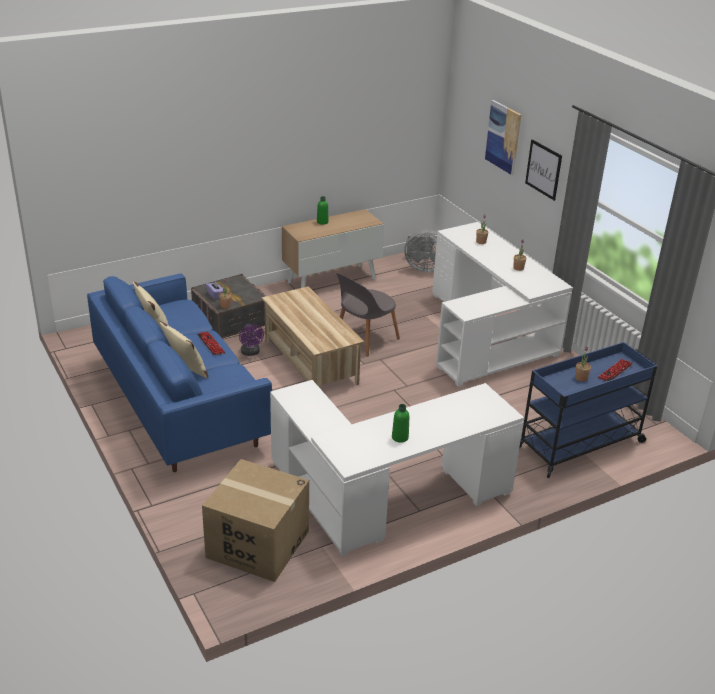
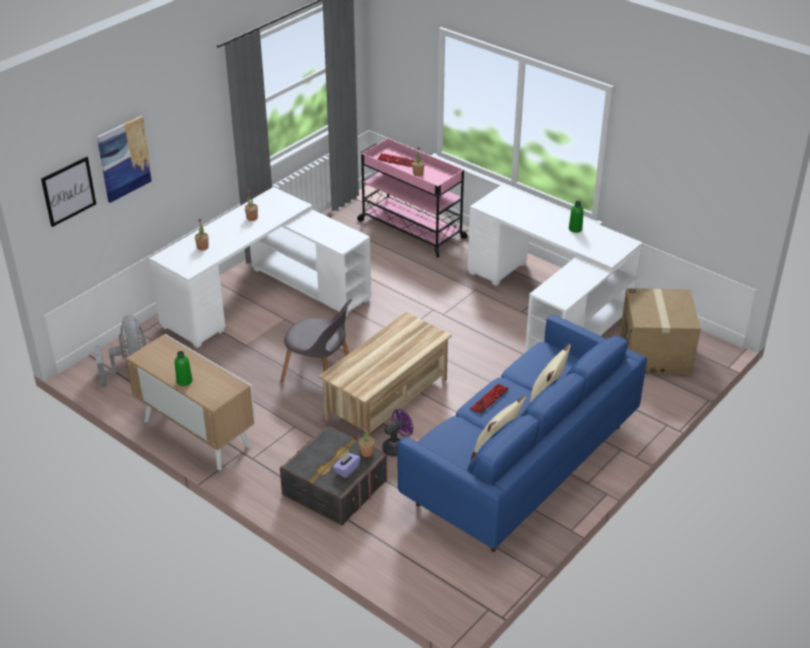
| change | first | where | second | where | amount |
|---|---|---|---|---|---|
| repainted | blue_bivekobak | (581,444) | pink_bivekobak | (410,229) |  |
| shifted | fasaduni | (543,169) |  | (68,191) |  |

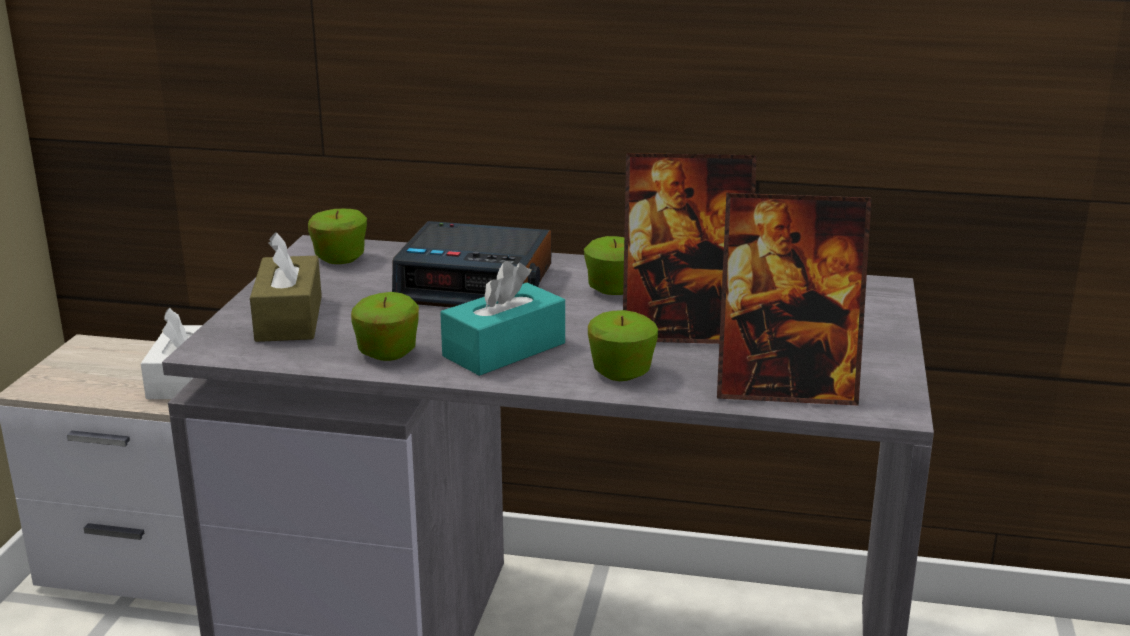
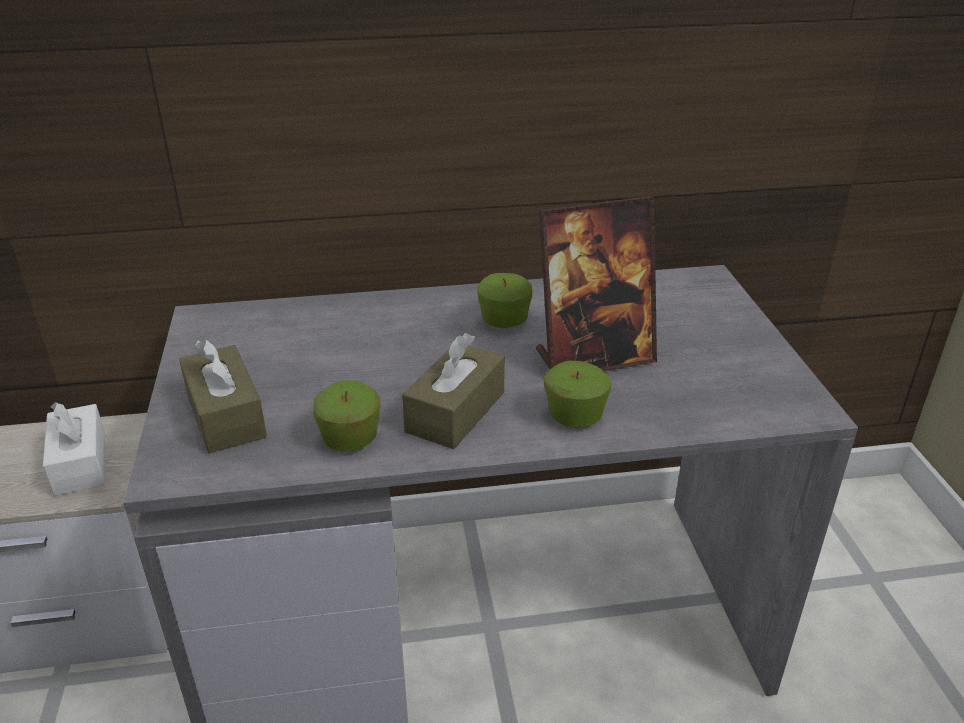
| change | first | where | second | where | amount |
|---|---|---|---|---|---|
| gone | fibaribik | (340,259) |  |  |  |
| gone | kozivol | (477,284) |  |  |  |
| repainted | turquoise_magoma | (504,350) | brown_magoma | (455,412) |  |
| gone | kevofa | (785,388) |  |  |  |

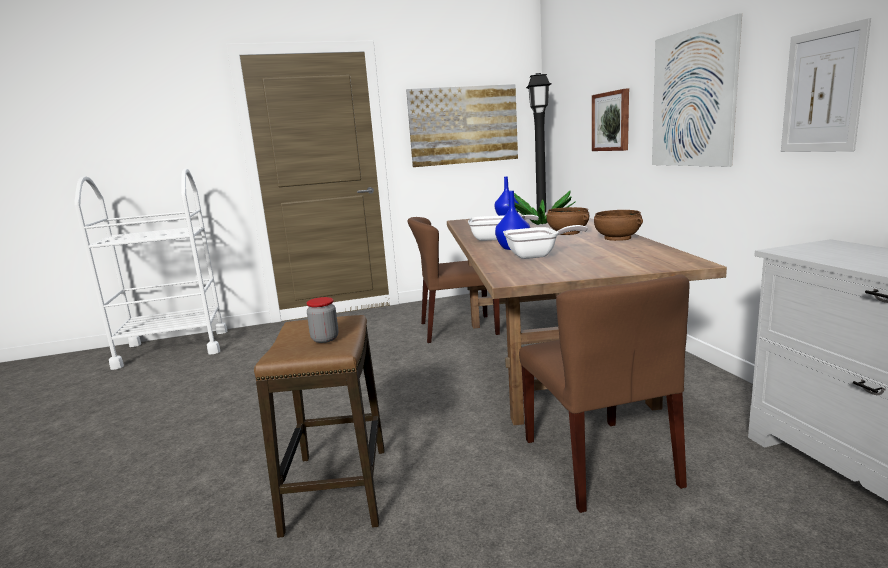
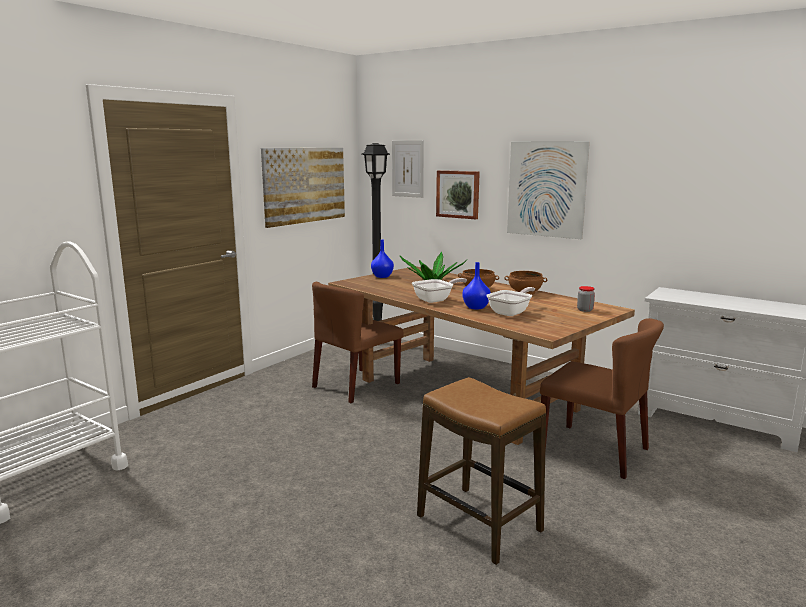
| change | first | where | second | where | amount |
|---|---|---|---|---|---|
| shifted | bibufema | (325,339) |  | (585,310) |  |
| shifted | fasaduni | (822,91) |  | (407,168) |  |

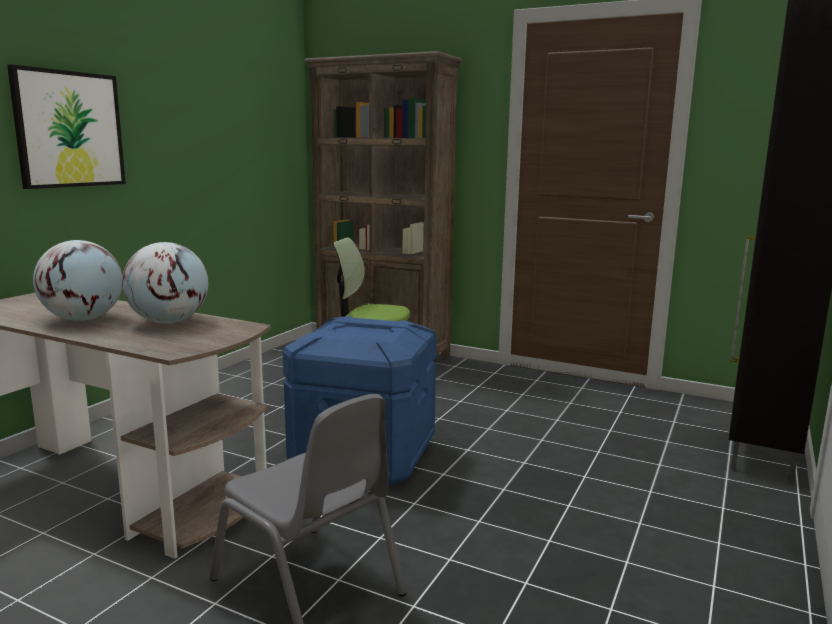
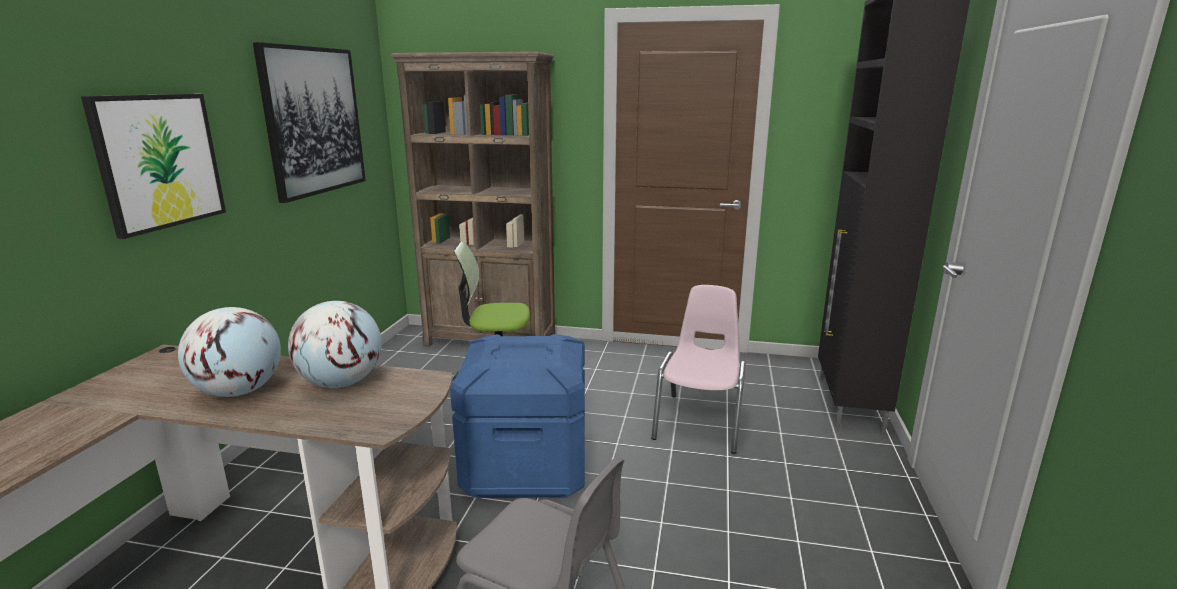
| change | first | where | second | where | amount |
|---|---|---|---|---|---|
| new |  |  | fasaduni | (313,121) |  |
| new |  |  | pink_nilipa | (700,422) |  |

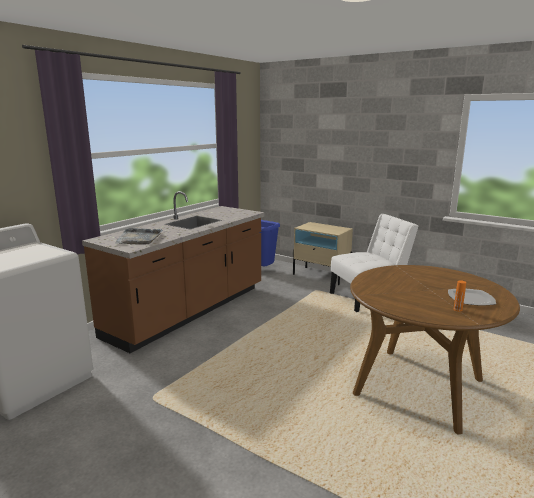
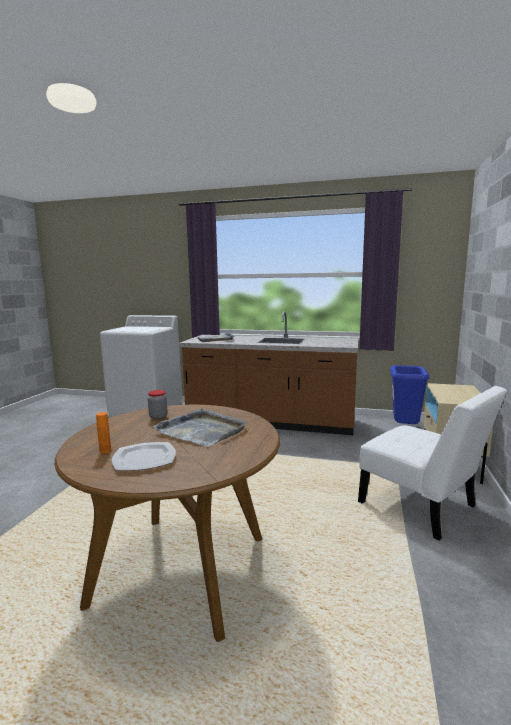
| change | first | where | second | where | amount |
|---|---|---|---|---|---|
| new |  |  | bibufema | (158,417) |  |
| new |  |  | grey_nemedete | (202,430) |  |

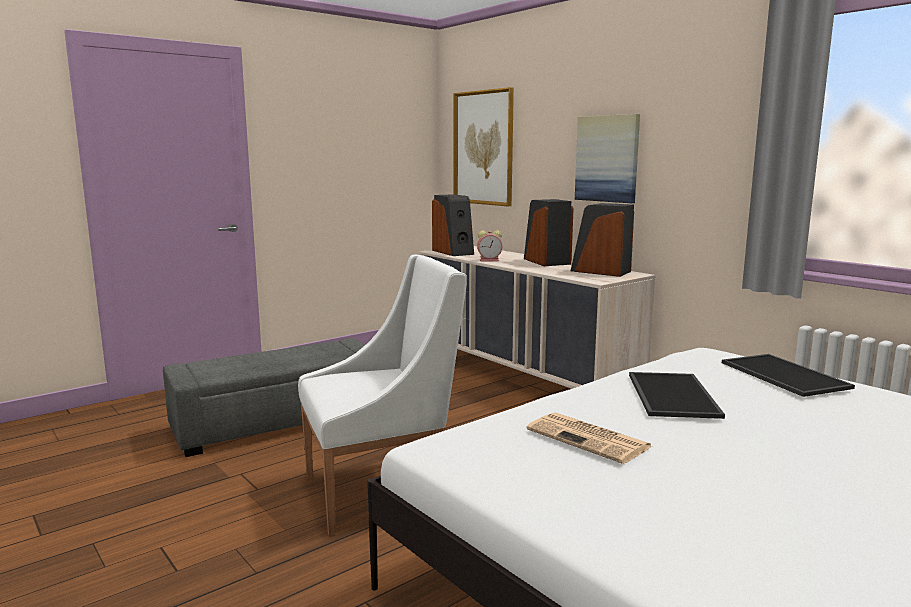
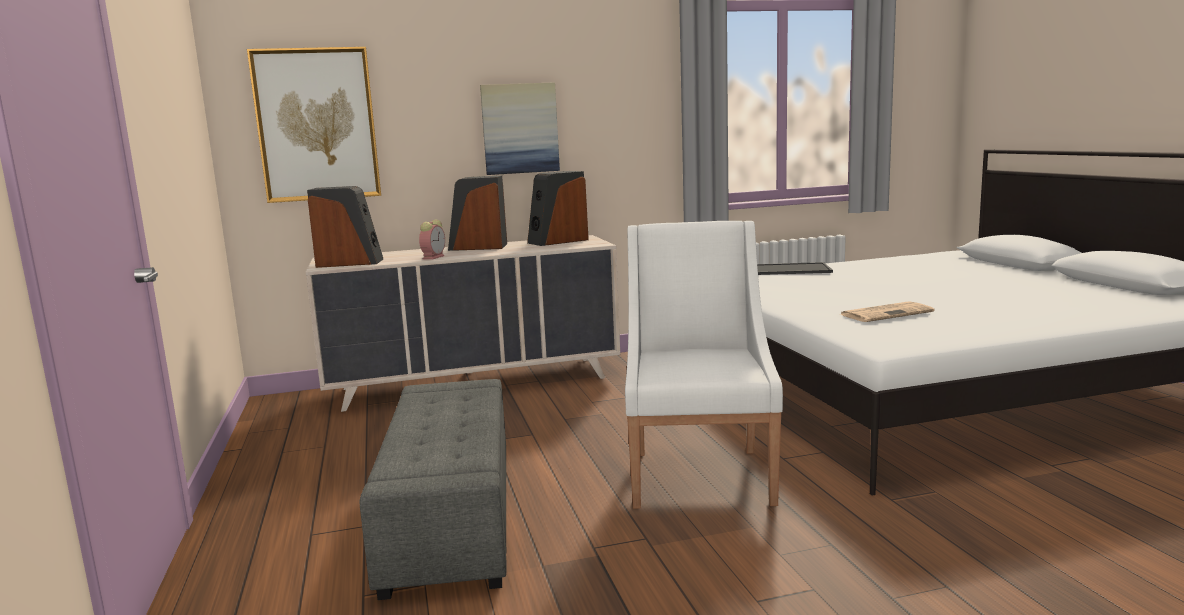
| change | first | where | second | where | amount |
|---|---|---|---|---|---|
| gone | nemedete | (670,394) |  |  |  |

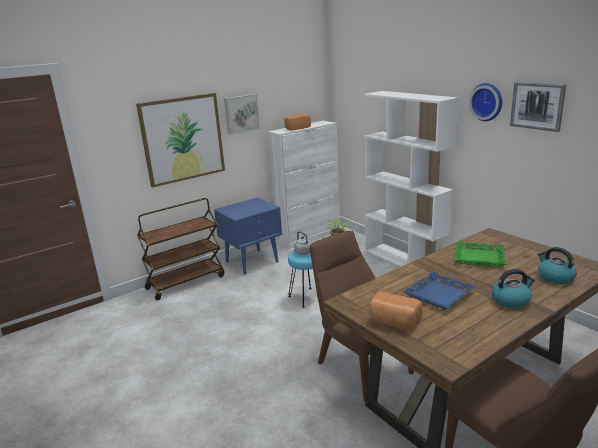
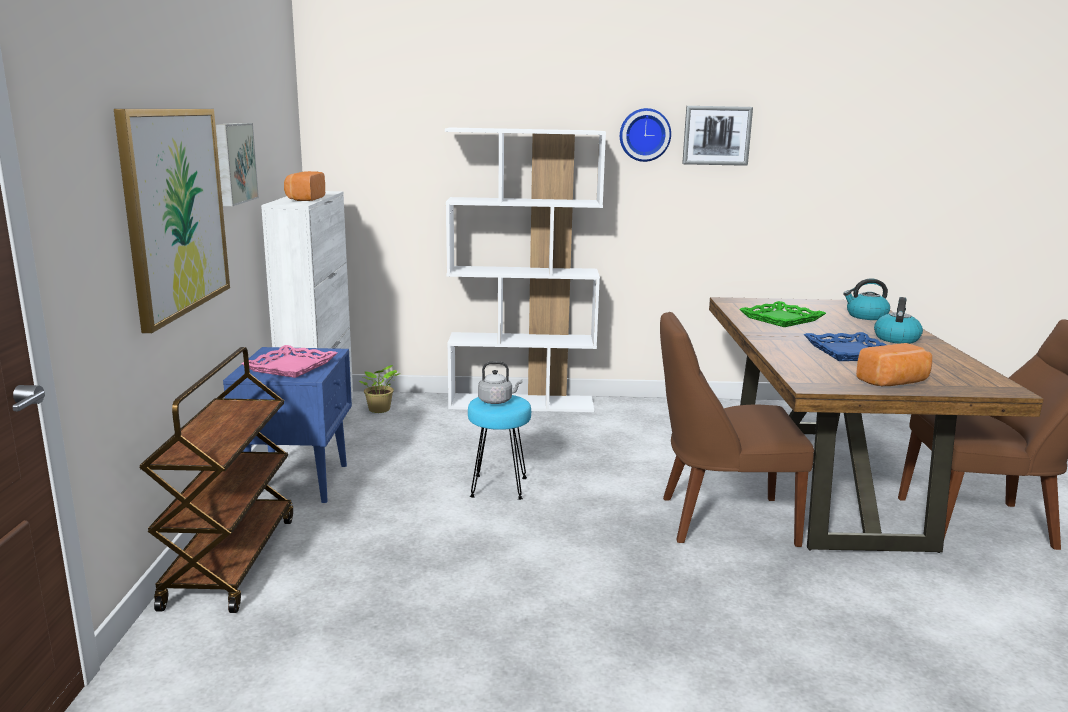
| change | first | where | second | where | amount |
|---|---|---|---|---|---|
| new |  |  | pink_nemedete | (290,366) |  |

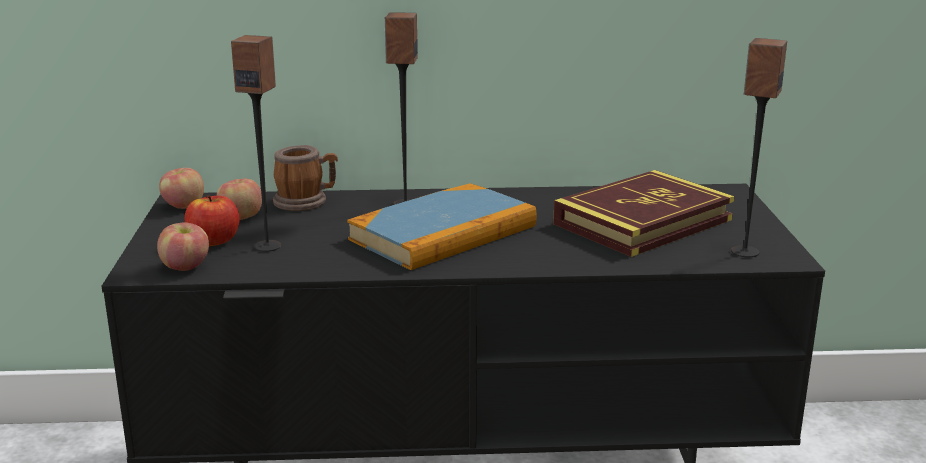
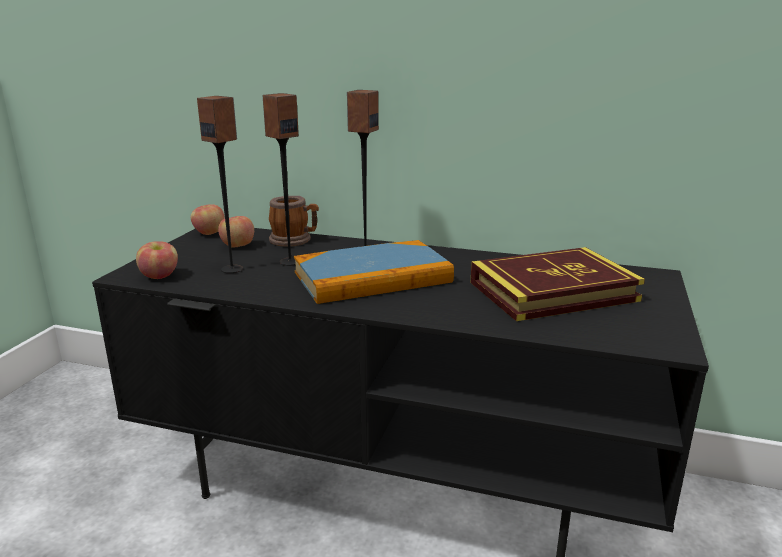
| change | first | where | second | where | amount |
|---|---|---|---|---|---|
| gone | fibaribik | (214,241) |  |  |  |
| shifted | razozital | (744,252) |  | (289,261) |  |

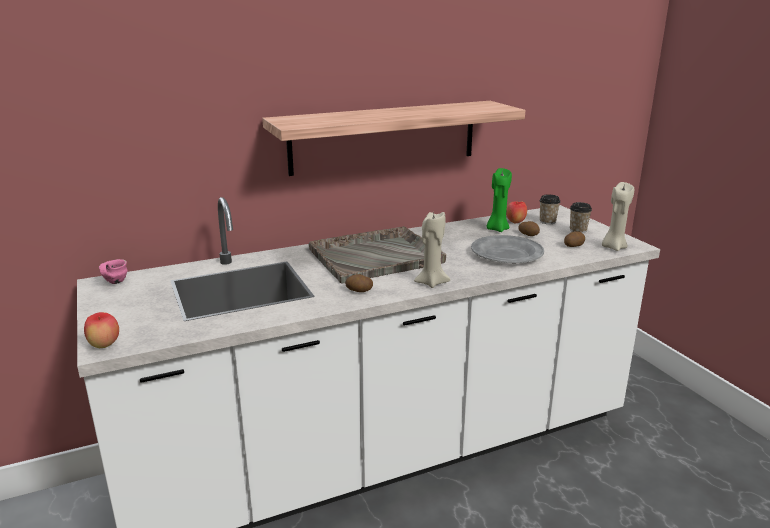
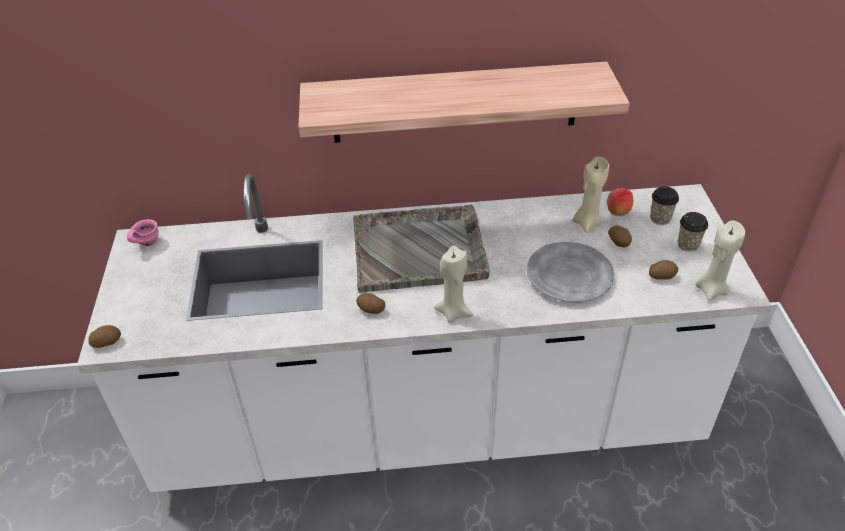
| change | first | where | second | where | amount |
|---|---|---|---|---|---|
| swapped | fibaribik | (104,345) | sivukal | (107,342) |  |
| repainted | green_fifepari | (497,229) | beige_fifepari | (587,223) |  |

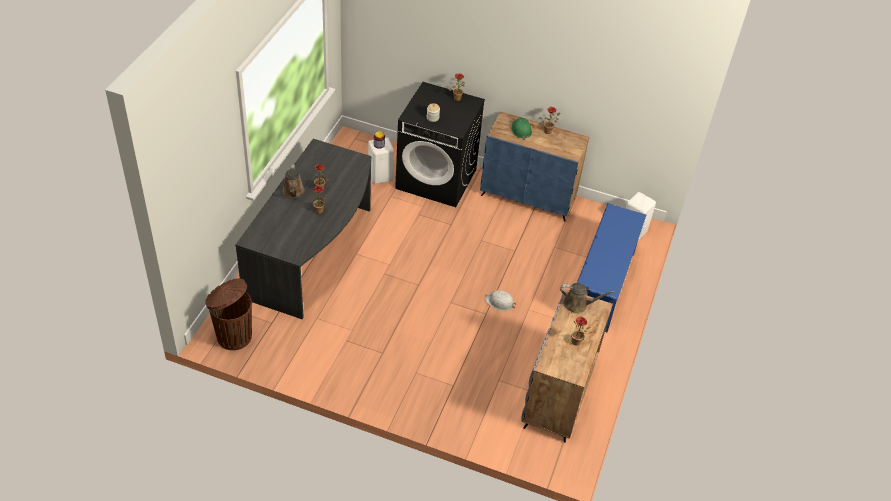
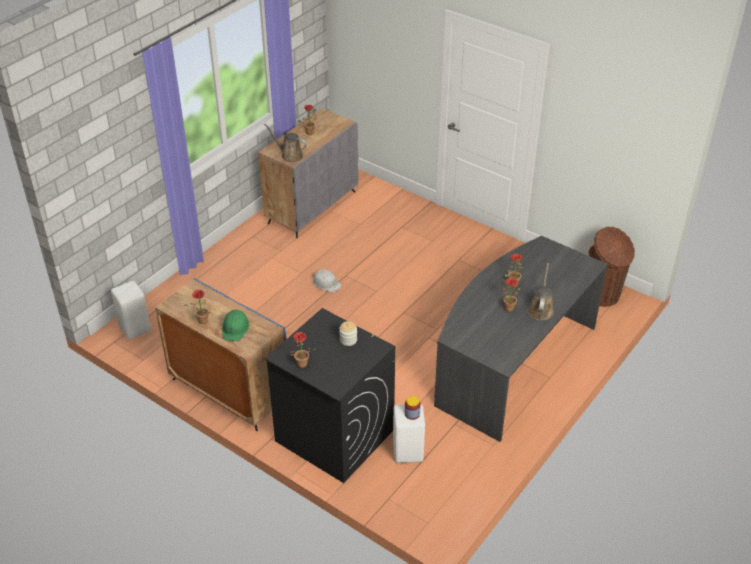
| change | first | where | second | where | amount |
|---|---|---|---|---|---|
| gone | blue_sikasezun | (602,286) |  |  |  |

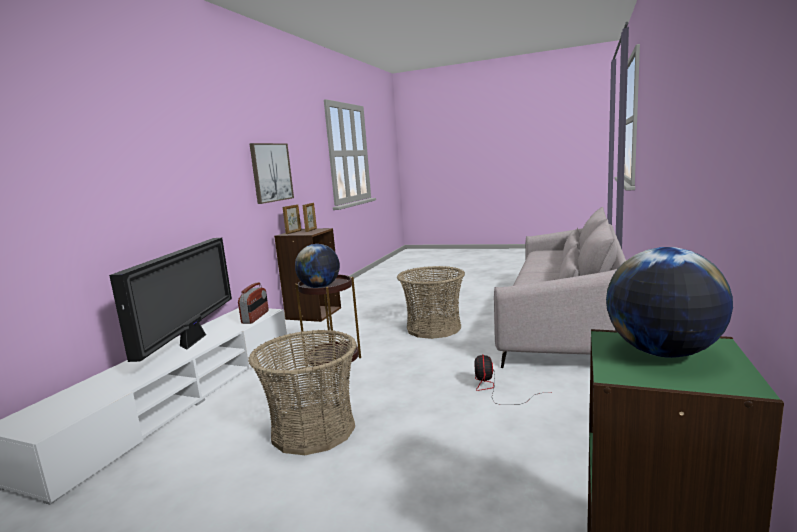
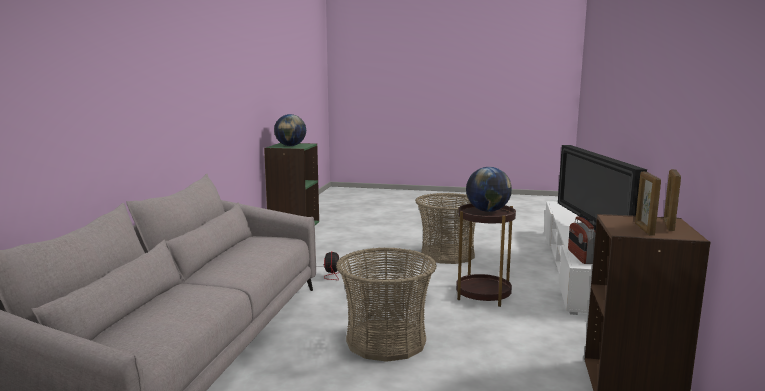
| change | first | where | second | where | amount |
|---|---|---|---|---|---|
| gone | fasaduni | (271,172) |  |  |  |

